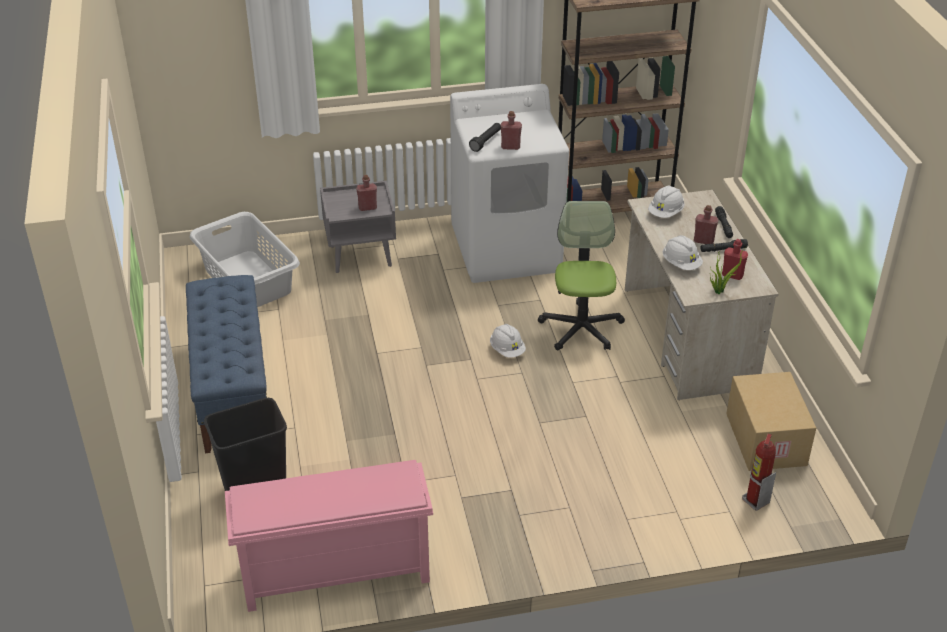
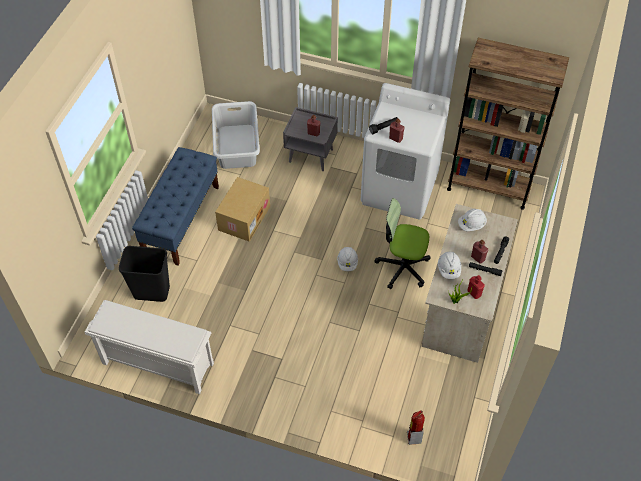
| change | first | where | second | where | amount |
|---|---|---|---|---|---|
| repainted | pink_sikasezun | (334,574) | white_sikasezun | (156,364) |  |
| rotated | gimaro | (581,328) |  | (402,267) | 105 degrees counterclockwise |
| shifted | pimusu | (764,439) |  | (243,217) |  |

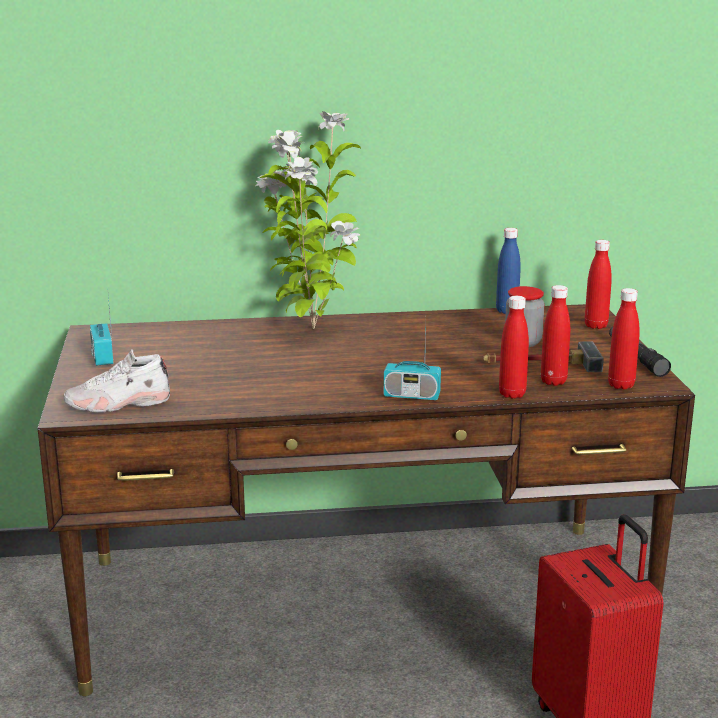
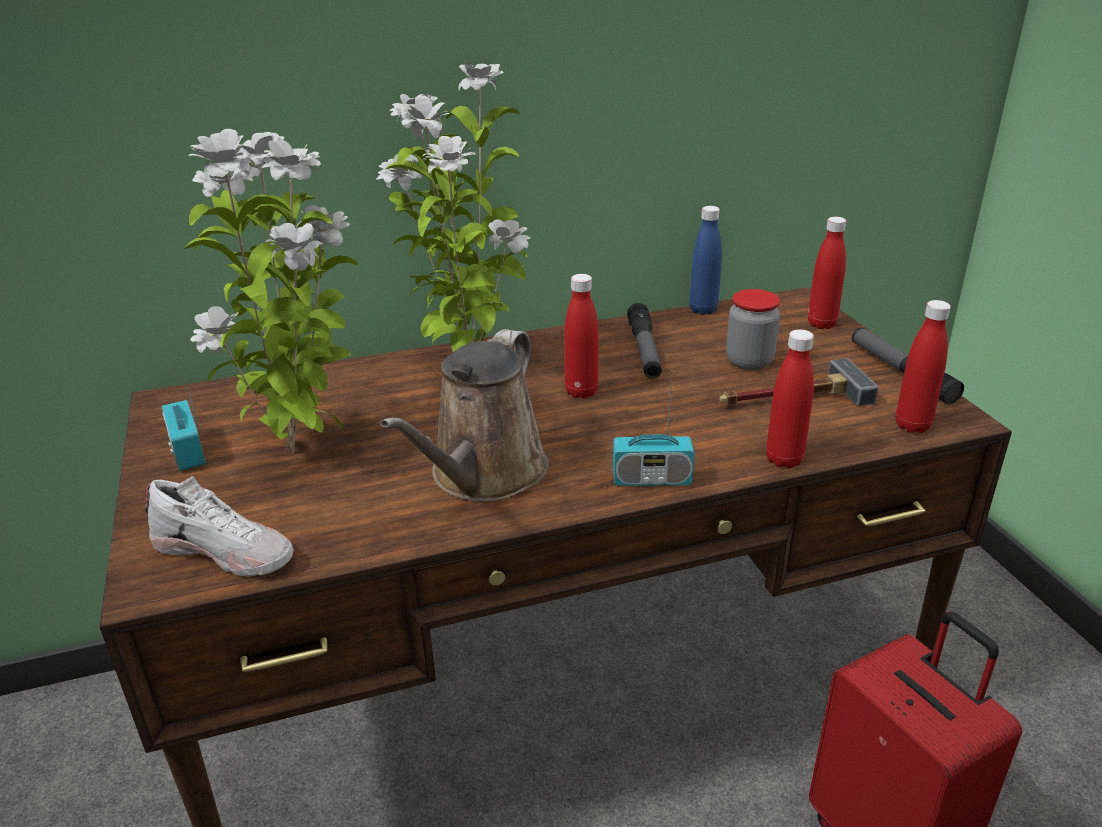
| change | first | where | second | where | amount |
|---|---|---|---|---|---|
| rotated | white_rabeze | (118,404) |  | (225,551) | 135 degrees counterclockwise |
| shifted | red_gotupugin | (553,381) |  | (581,392) |  |
| new |  |  | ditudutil | (298,451) |  |
| new |  |  | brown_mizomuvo | (484,475) |  |
| new |  |  | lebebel | (644,350) |  |

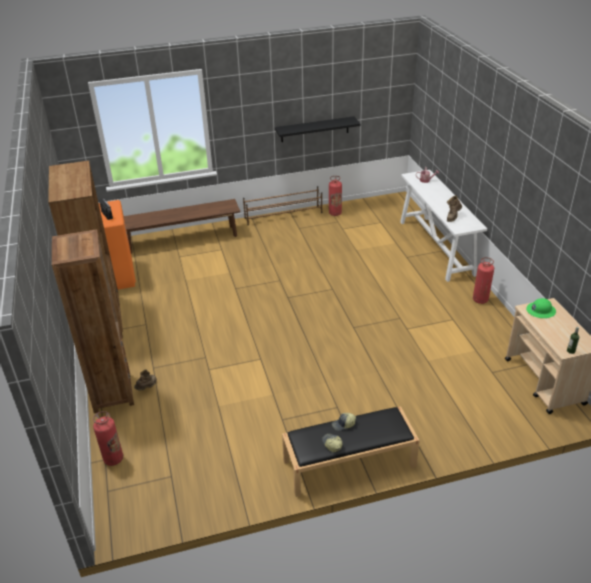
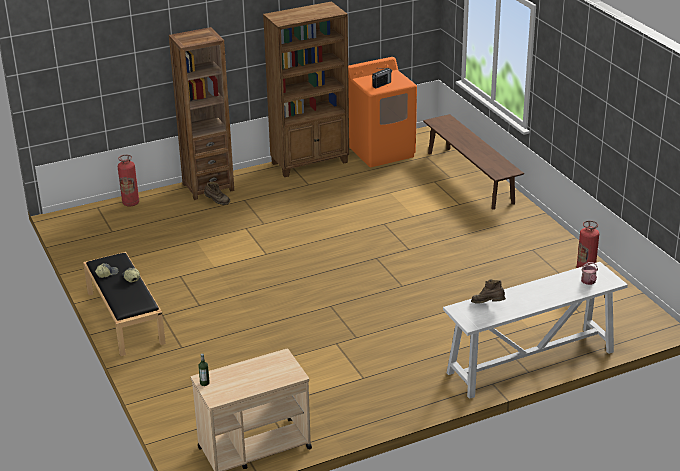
| change | first | where | second | where | amount |
|---|---|---|---|---|---|
| gone | brown_sikasezun | (284,215) |  |  |  |
| gone | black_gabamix | (314,129) |  |  |  |
| gone | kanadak | (480,300) |  |  |  |
| gone | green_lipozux | (540,311) |  |  |  |

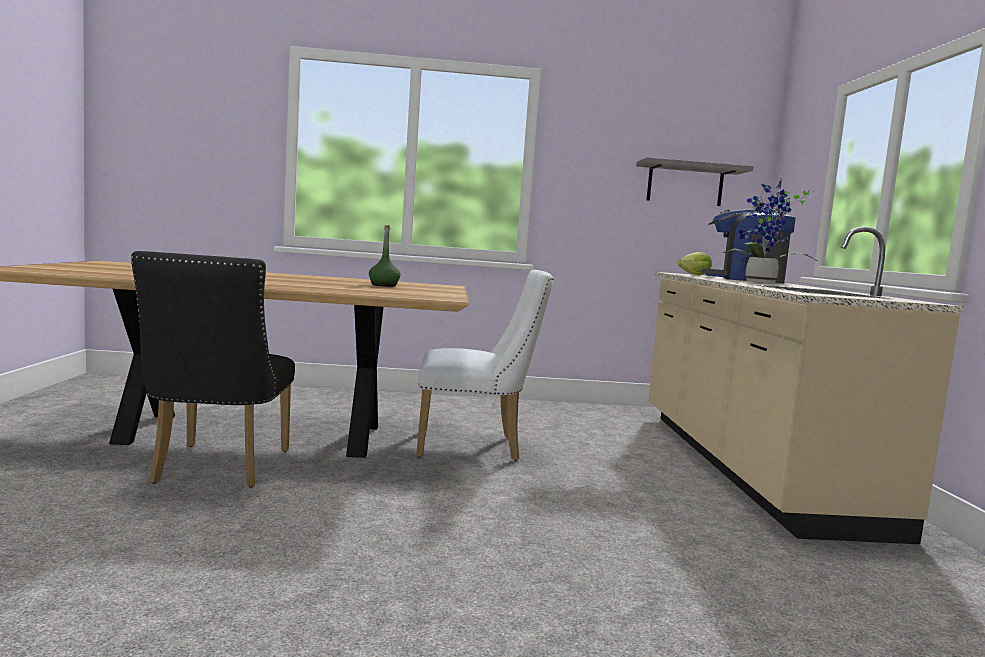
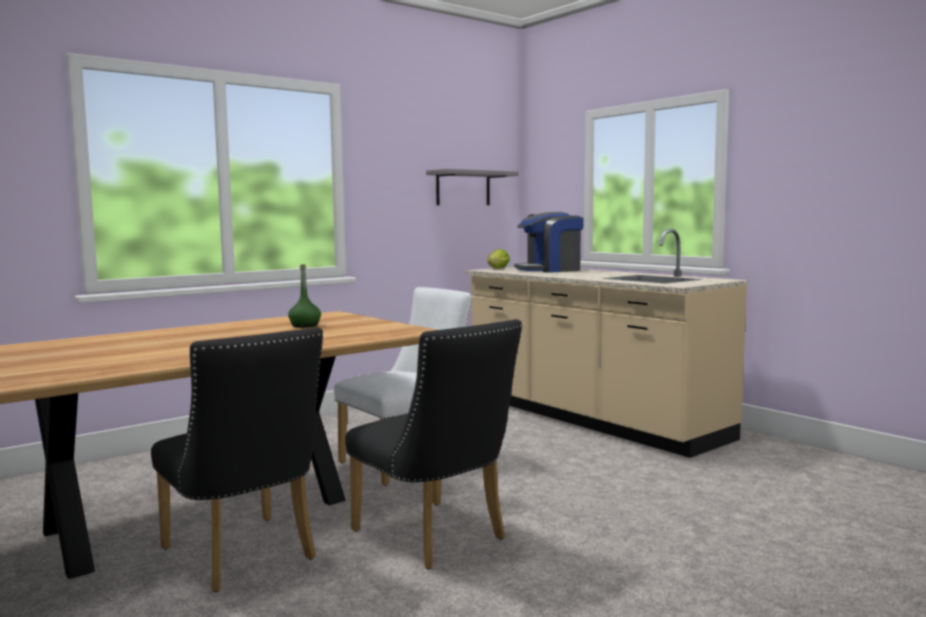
| change | first | where | second | where | amount |
|---|---|---|---|---|---|
| gone | ditudutil | (760,283) |  |  |  |
| new |  |  | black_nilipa | (436,539) |  |

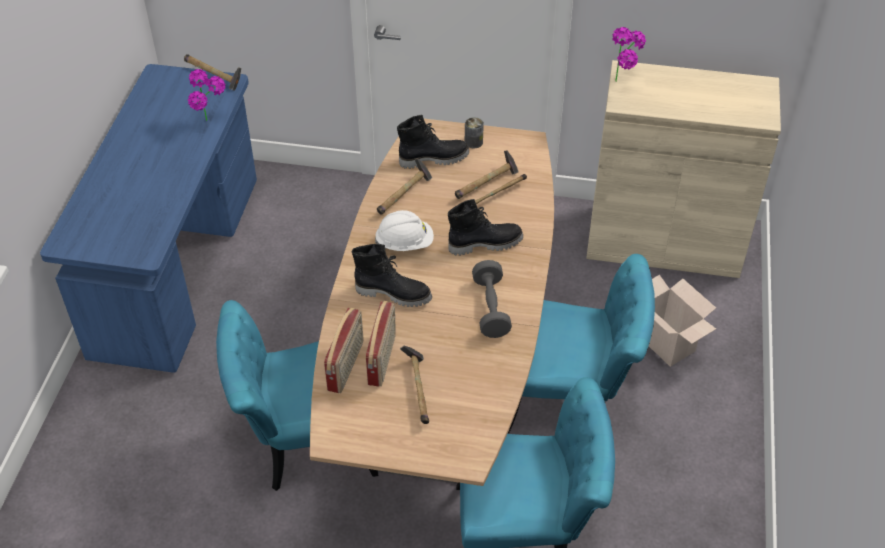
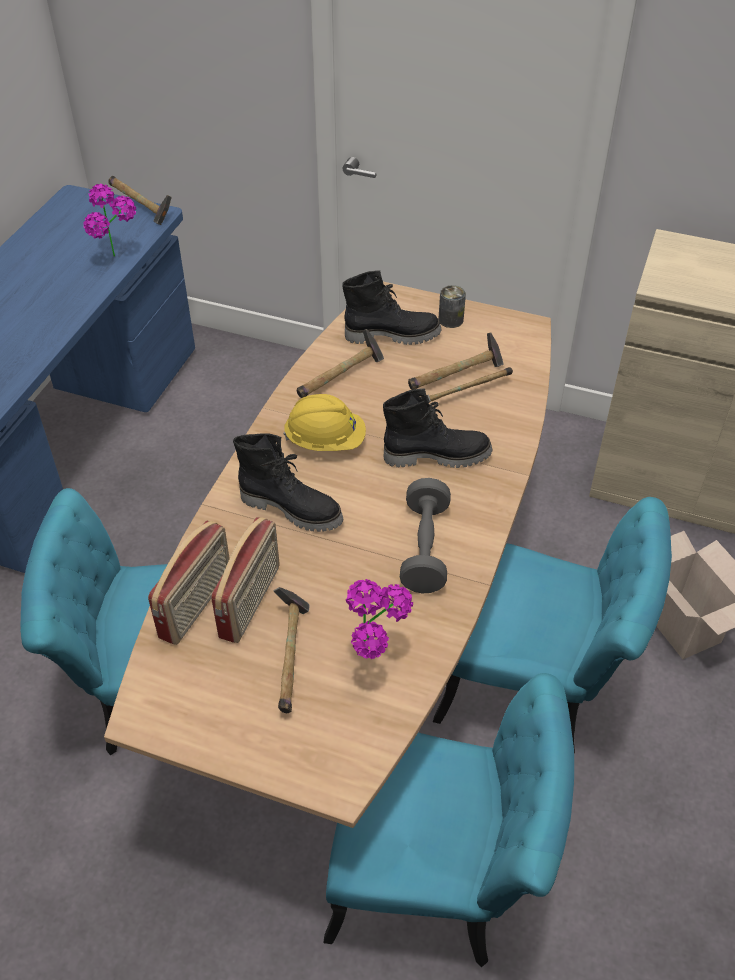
| change | first | where | second | where | amount |
|---|---|---|---|---|---|
| repainted | white_lipozux | (405,243) | yellow_lipozux | (325,441) |  |
| shifted | ditudutil | (624,83) |  | (377,661) |  |

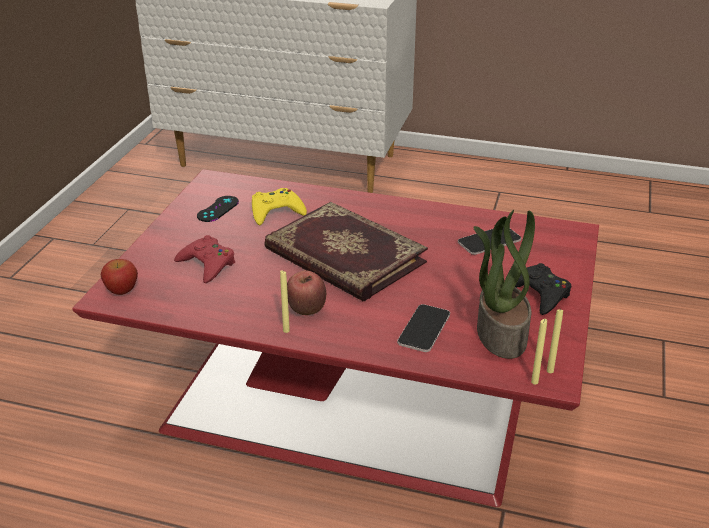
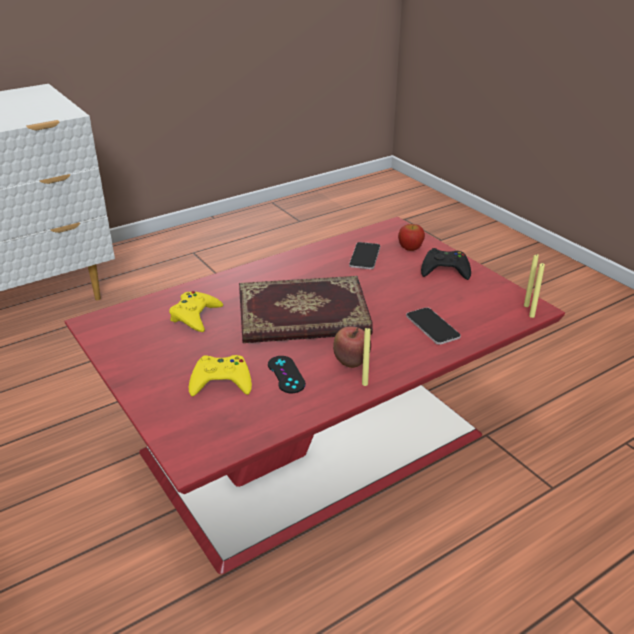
| change | first | where | second | where | amount |
|---|---|---|---|---|---|
| shifted | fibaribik | (122,290) |  | (410,248) |  |
| repainted | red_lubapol | (207,264) | yellow_lubapol | (221,382) |  |
| shifted | black_lubapol | (218,209) |  | (286,374) |  |
| gone | ditudutil | (500,334) |  |  |  |

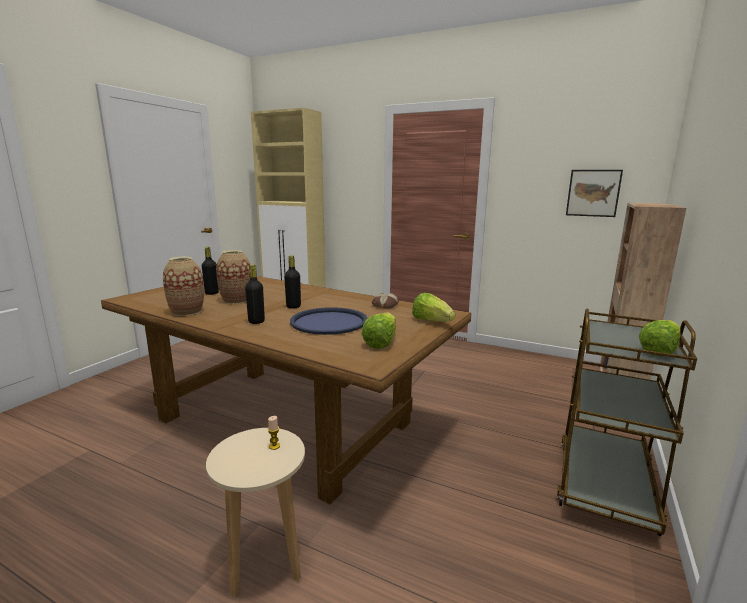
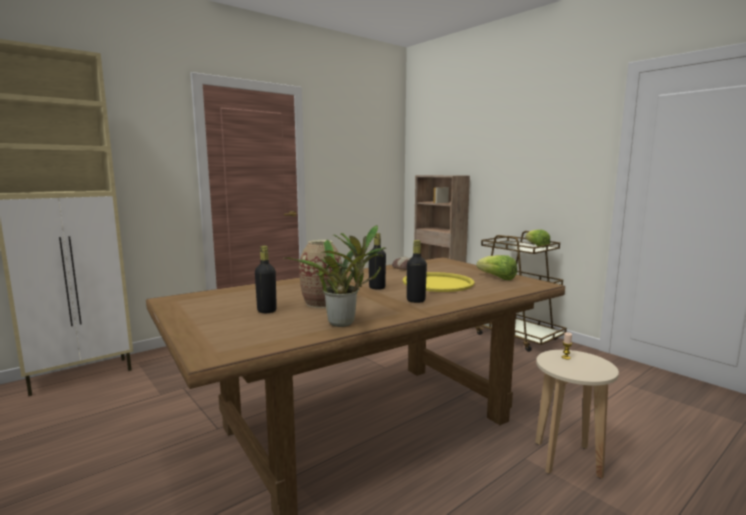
| change | first | where | second | where | amount |
|---|---|---|---|---|---|
| swapped | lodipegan | (187,311) | ditudutil | (345,323) |  |
| repainted | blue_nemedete | (329,322) | yellow_nemedete | (438,283) |  |
| gone | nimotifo | (431,321) |  |  |  |
| gone | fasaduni | (593,193) |  |  |  |

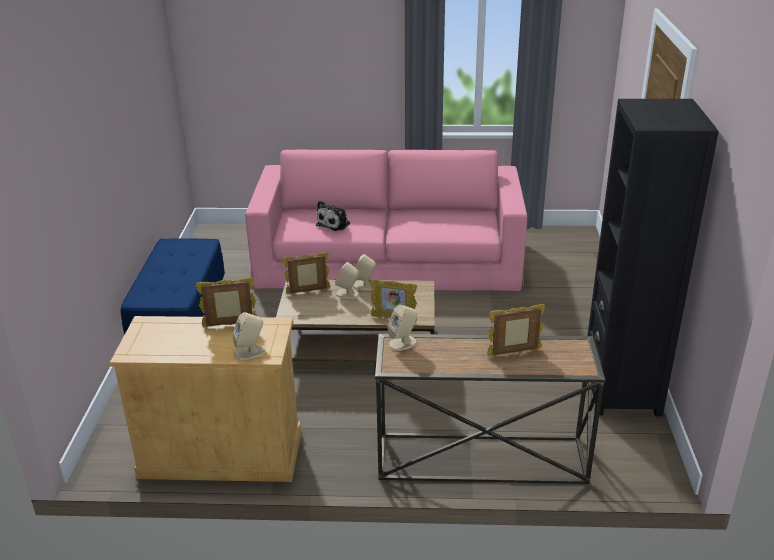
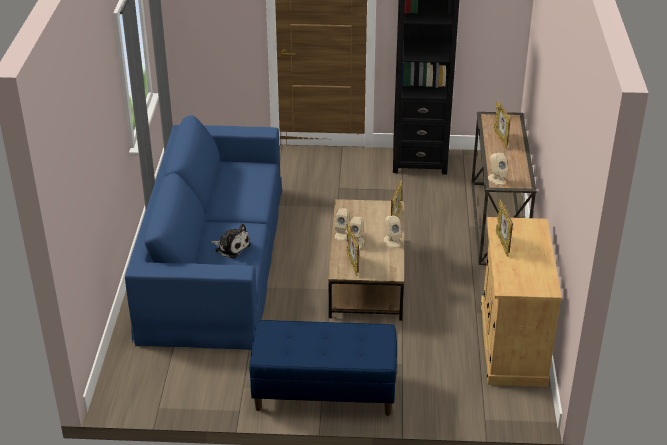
| change | first | where | second | where | amount |
|---|---|---|---|---|---|
| shifted | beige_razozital | (250,352) |  | (392,241) |  |
| repainted | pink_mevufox | (389,259) | blue_mevufox | (213,260) |  |

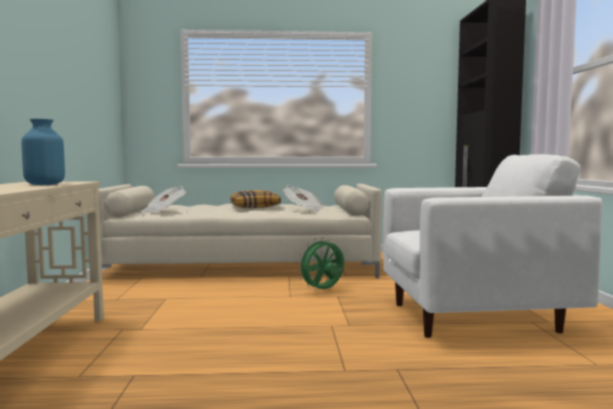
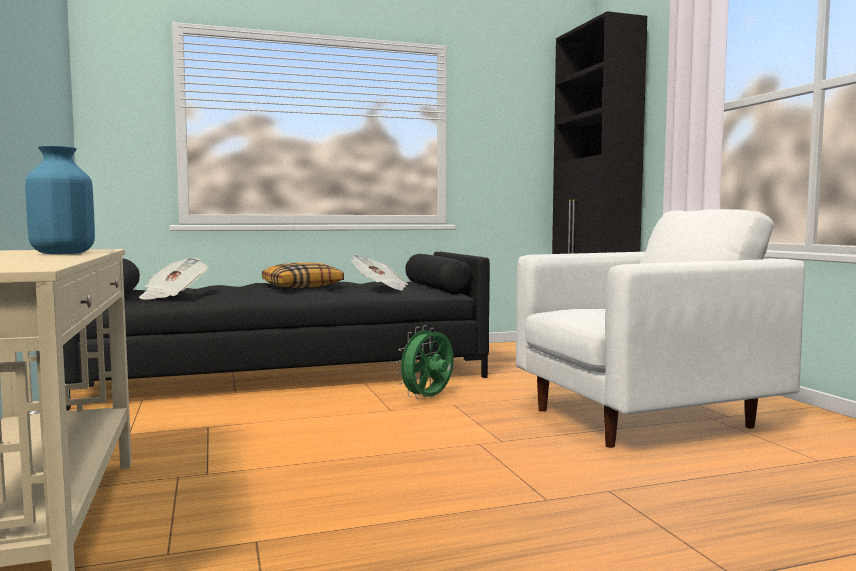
| change | first | where | second | where | amount |
|---|---|---|---|---|---|
| repainted | beige_mevufox | (243,267) | black_mevufox | (289,375) |  |

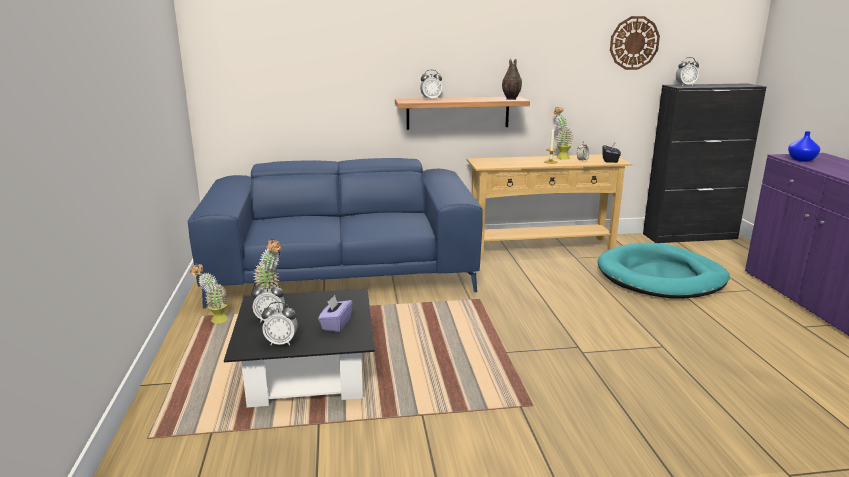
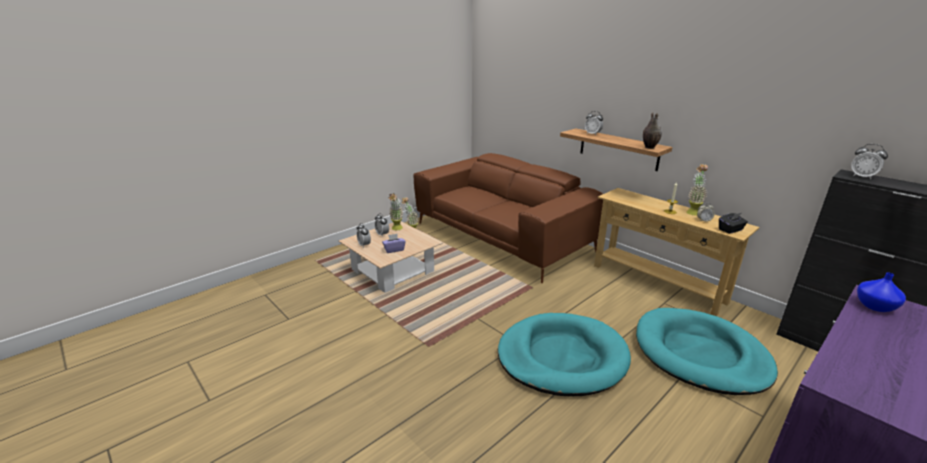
| change | first | where | second | where | amount |
|---|---|---|---|---|---|
| repainted | blue_mevufox | (343,274) | brown_mevufox | (501,237) |  |
| repainted | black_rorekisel | (307,373) | beige_rorekisel | (392,271) |  |
| gone | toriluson | (634,43) |  |  |  |
| new |  |  | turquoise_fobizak | (561,357) |  |

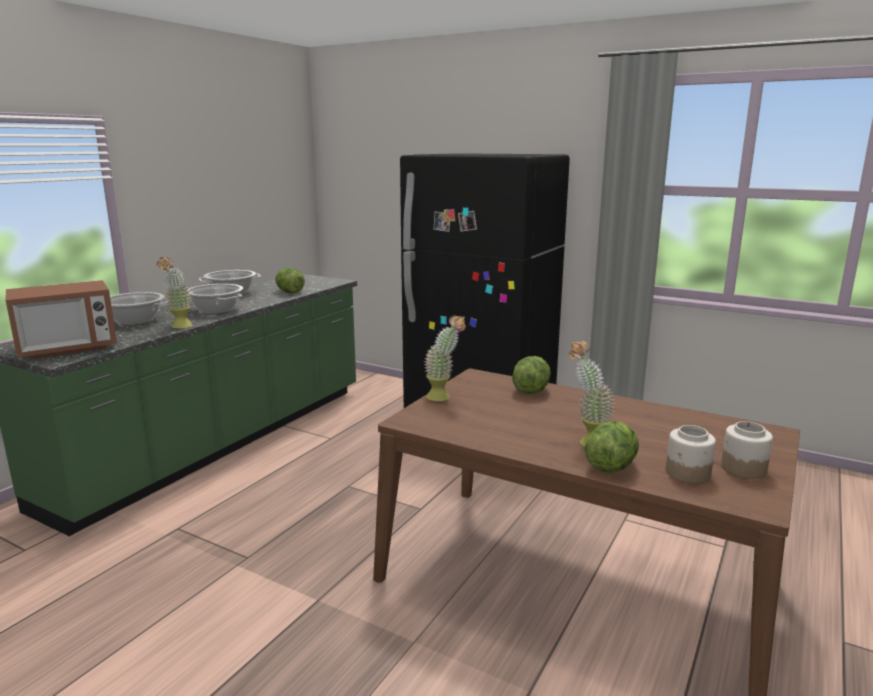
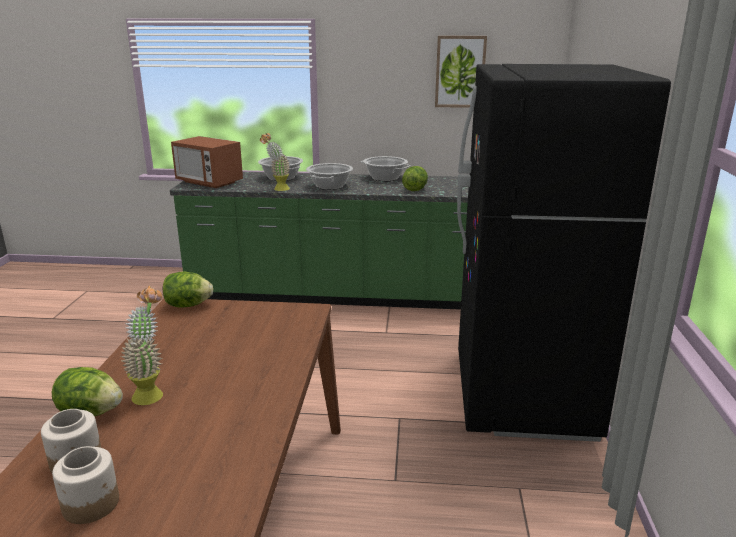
| change | first | where | second | where | amount |
|---|---|---|---|---|---|
| gone | ditudutil | (444,397) |  |  |  |
| shifted | nimotifo | (531,390) |  | (188,305) |  |
| new |  |  | fasaduni | (460,72) |  |

